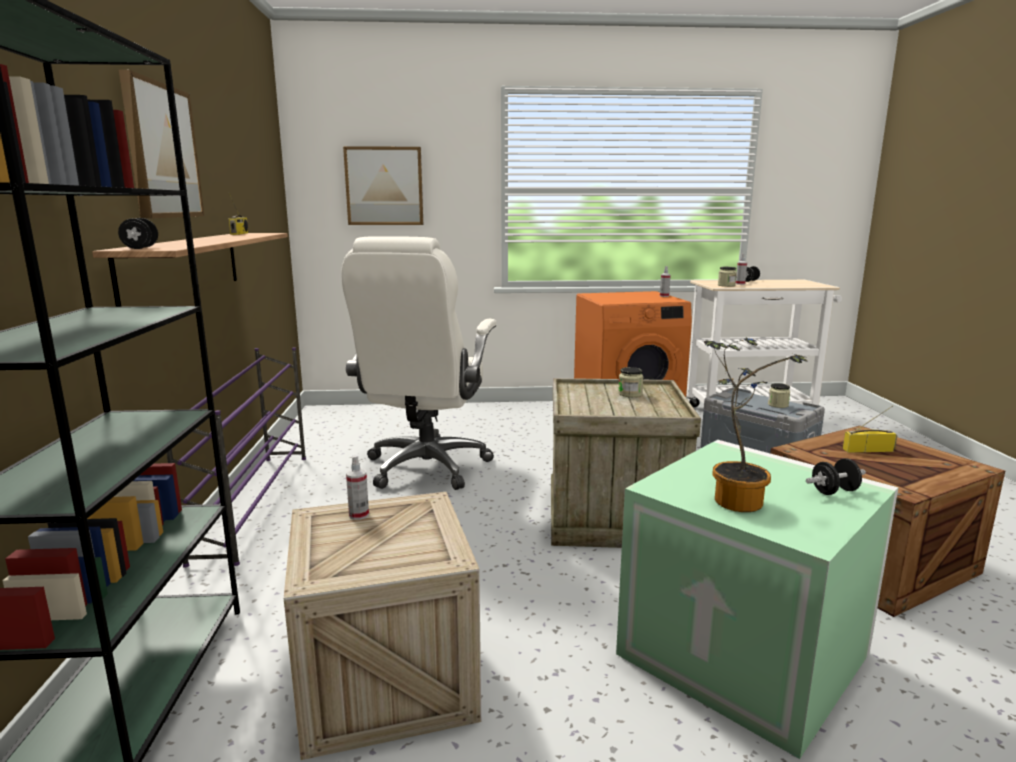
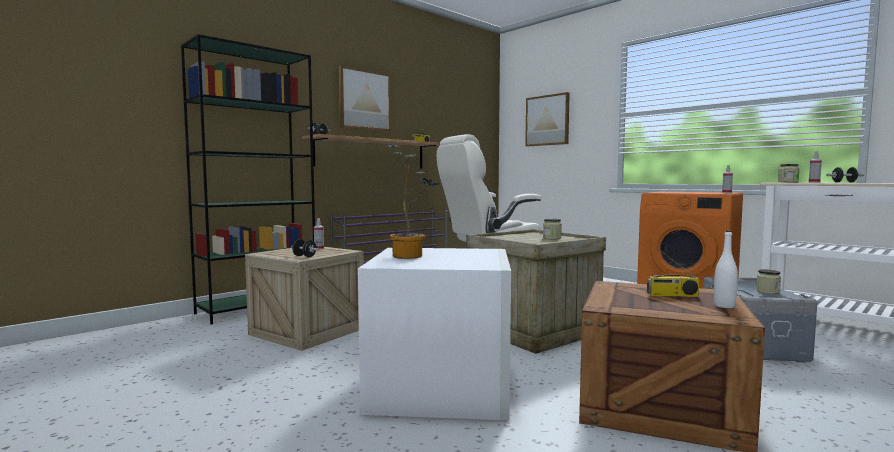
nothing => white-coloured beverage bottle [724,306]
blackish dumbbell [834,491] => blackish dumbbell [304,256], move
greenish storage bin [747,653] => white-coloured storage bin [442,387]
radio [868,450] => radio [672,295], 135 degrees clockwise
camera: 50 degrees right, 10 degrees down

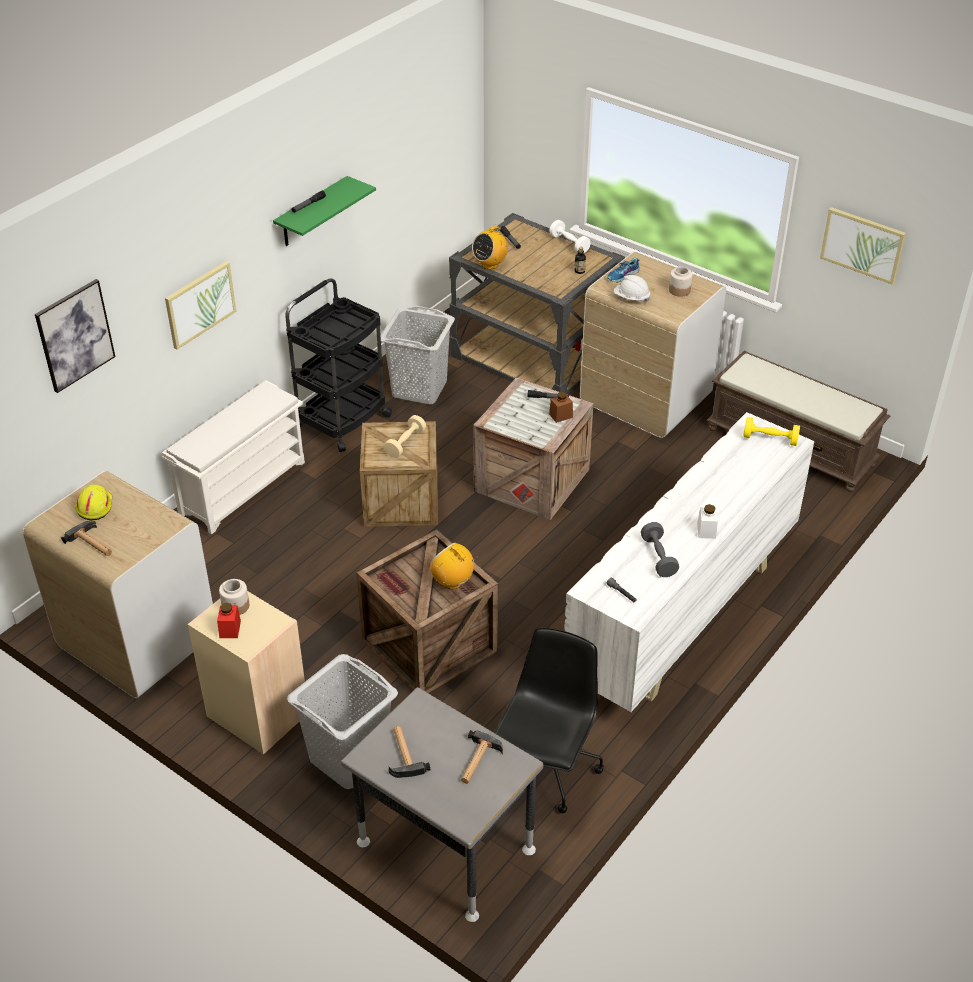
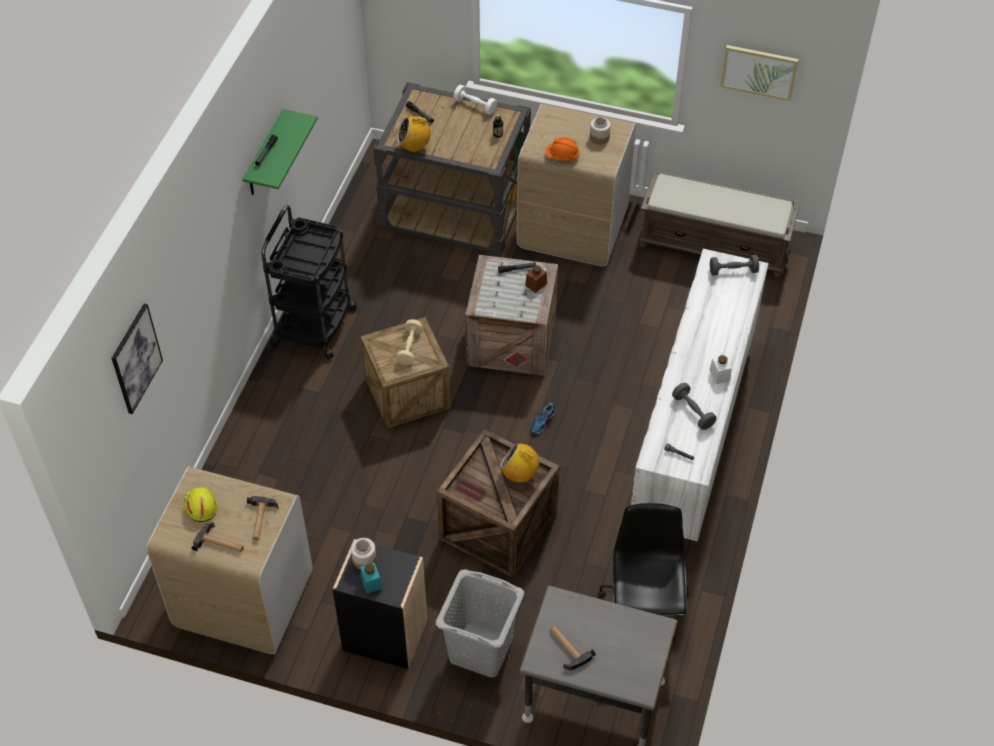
white-coloured shoe rack [243,487] => nothing
wall art [200,304] => nothing
gray laundry basket [420,388] => nothing
hand hammer [477,762] => hand hammer [260,520], move
shoe [623,275] => shoe [543,421], move
sand-coloured bookshelf [256,714] => blackish bookshelf [384,635]
red-coloured jar [230,629] => blue-green jar [371,583]
white-coloured work helmet [631,298] => orangey work helmet [562,156]
yellowish dumbbell [770,439] => gray dumbbell [733,271]
radio [490,264] => radio [414,146], 60 degrees clockwise
camera: 20 degrees left, 10 degrees up

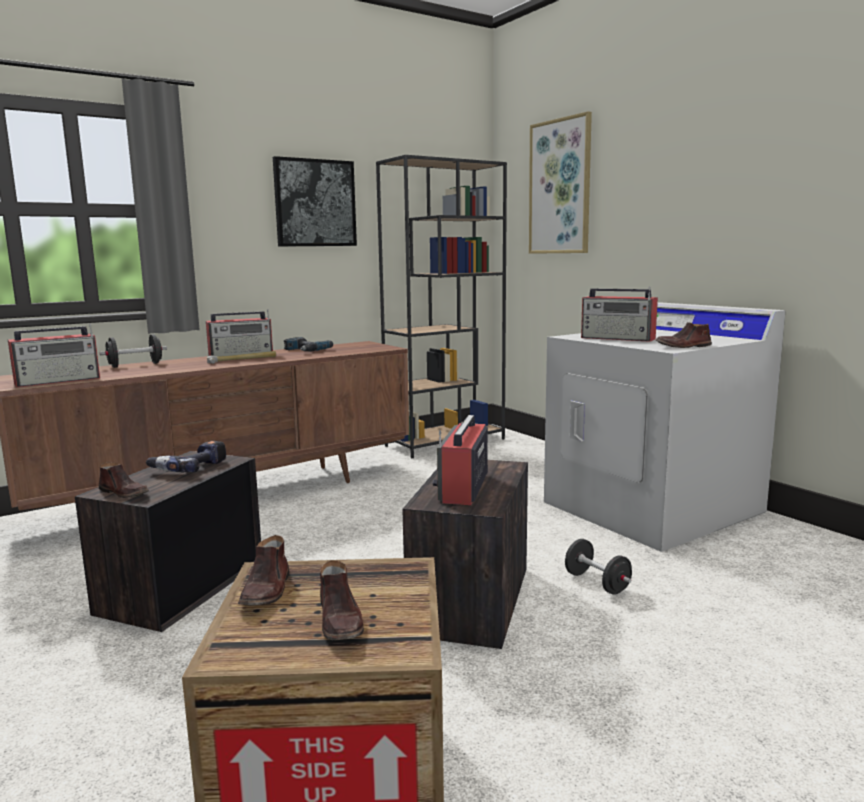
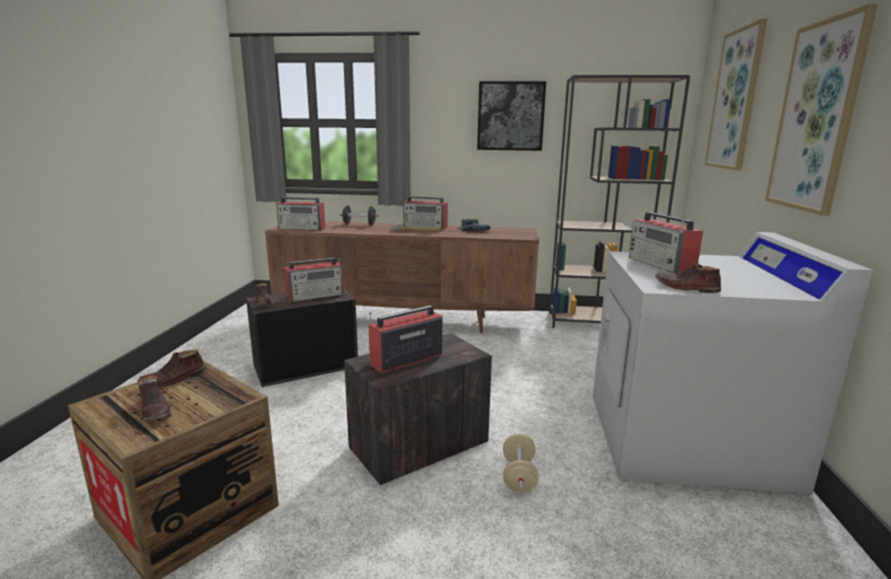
nothing => wall art [817,117]
power drill [189,467] => radio [316,296]
blackish dumbbell [597,583] => sand-coloured dumbbell [519,476]
brown shoe [340,621] => brown shoe [155,410], 60 degrees counterclockwise
camera: 40 degrees right, 5 degrees up

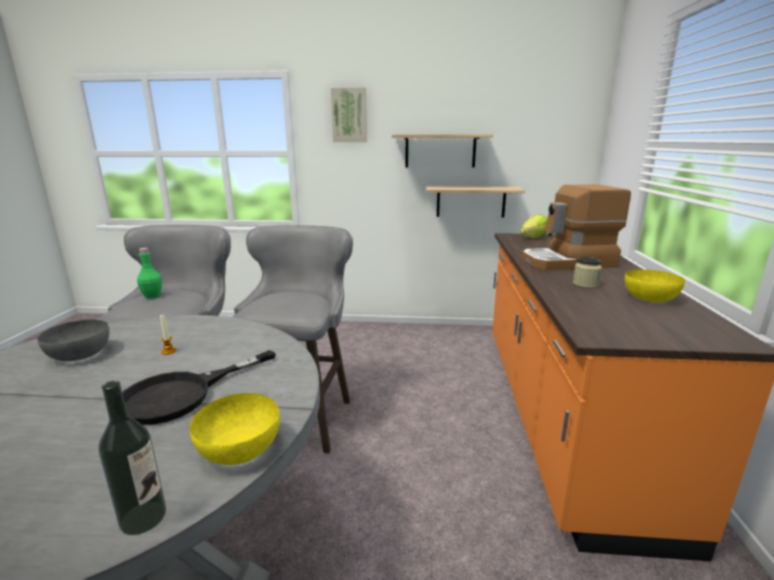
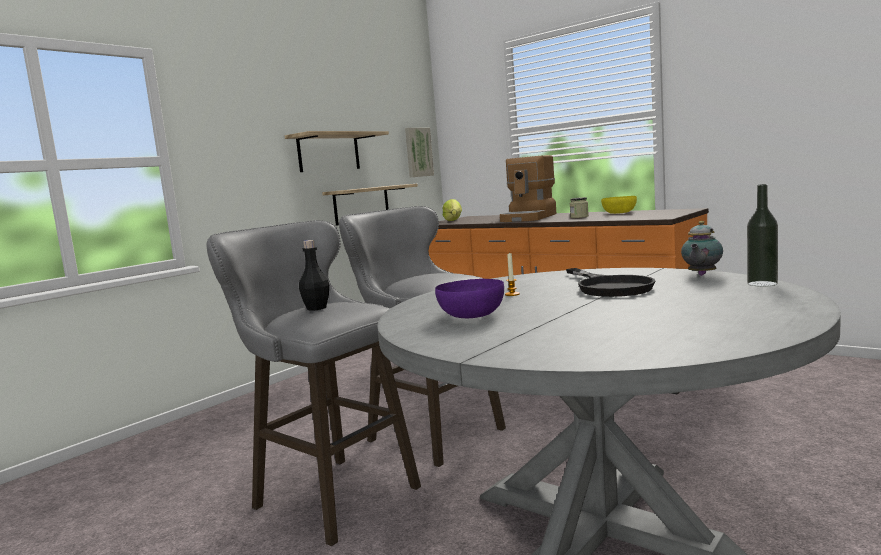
wall art [349,115] => wall art [418,152], move
yellowish bowl [241,448] => pot for tea [701,275]
gray bowl [79,354] => purple-coloured bowl [471,315]
greenish beverage bottle [152,296] => blackish beverage bottle [316,308]
camera: 55 degrees left, 10 degrees down

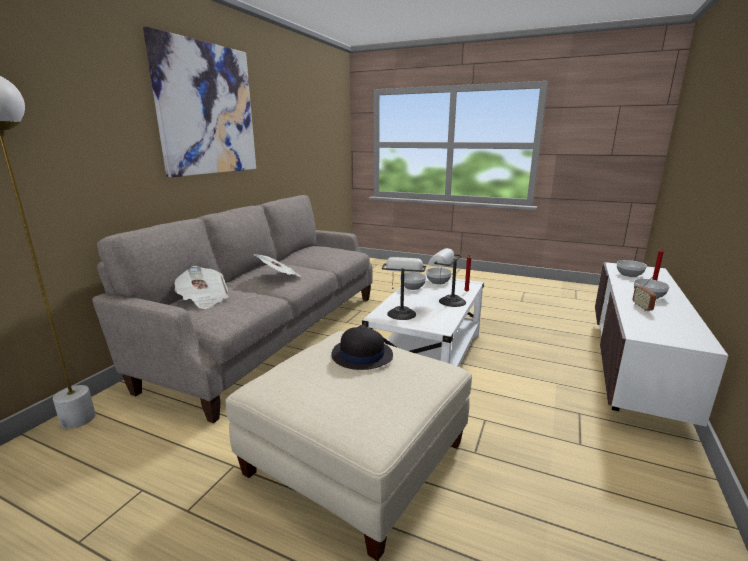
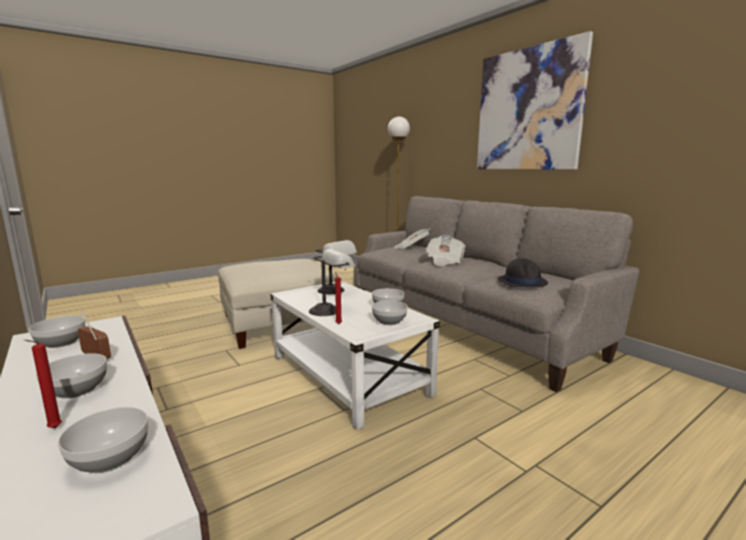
nothing => bowl [62,342]
blackish clothing hat [361,355] => blackish clothing hat [522,282], move
camera: 120 degrees right, 5 degrees down

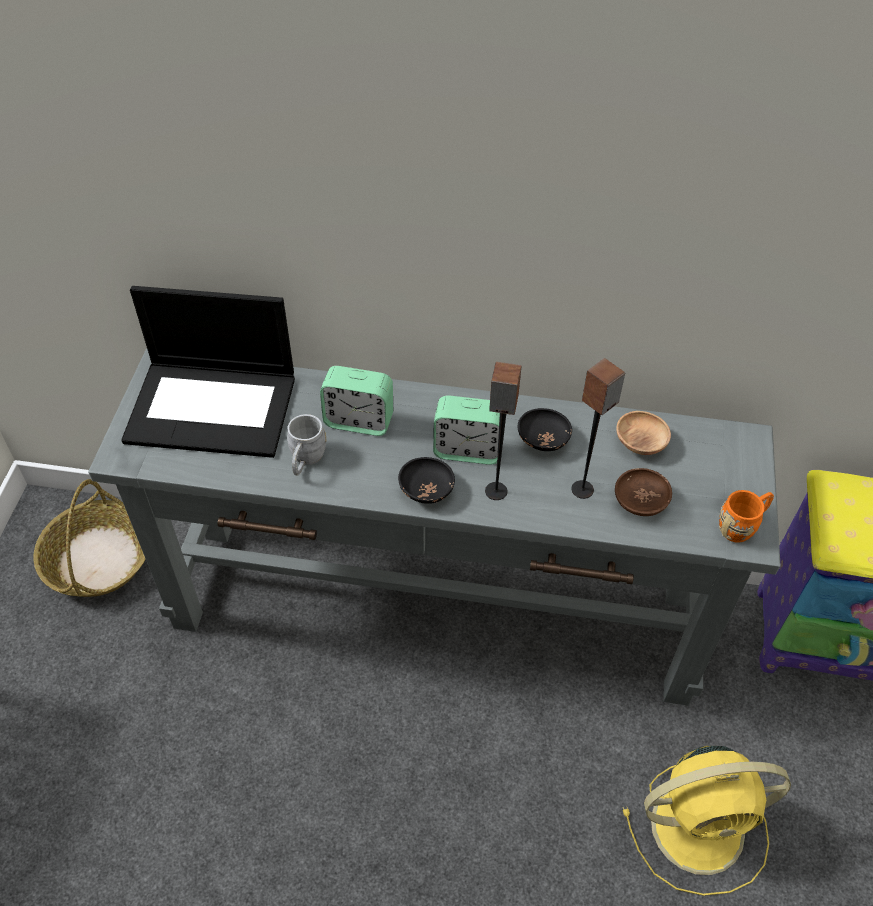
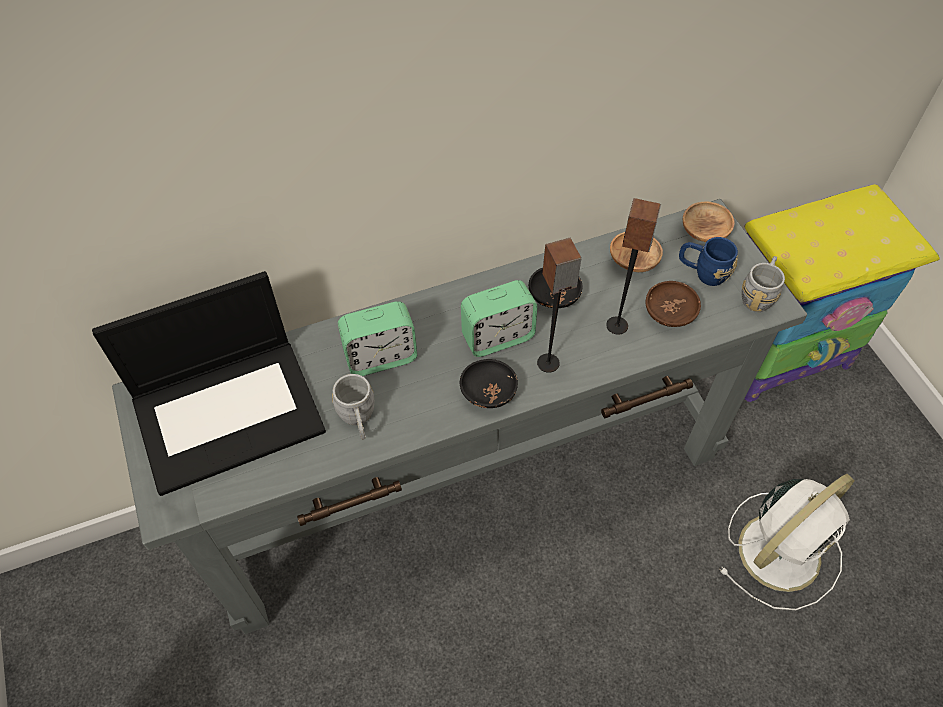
basket [98,558] => nothing
nothing => blue-coloured tea mug [703,272]
nothing => brown bowl [704,232]
yellowish electric fan [701,826] => white-coloured electric fan [782,549]
orangey tea mug [742,526] => gray tea mug [758,295]
camera: 30 degrees left, 5 degrees up

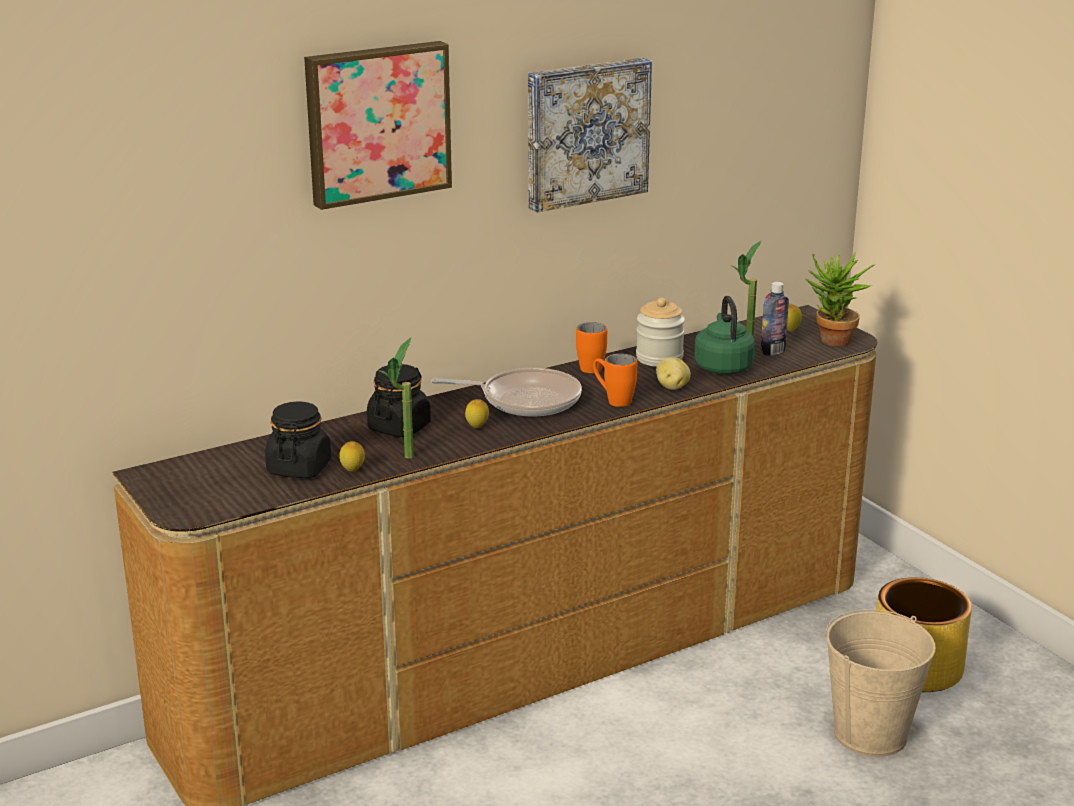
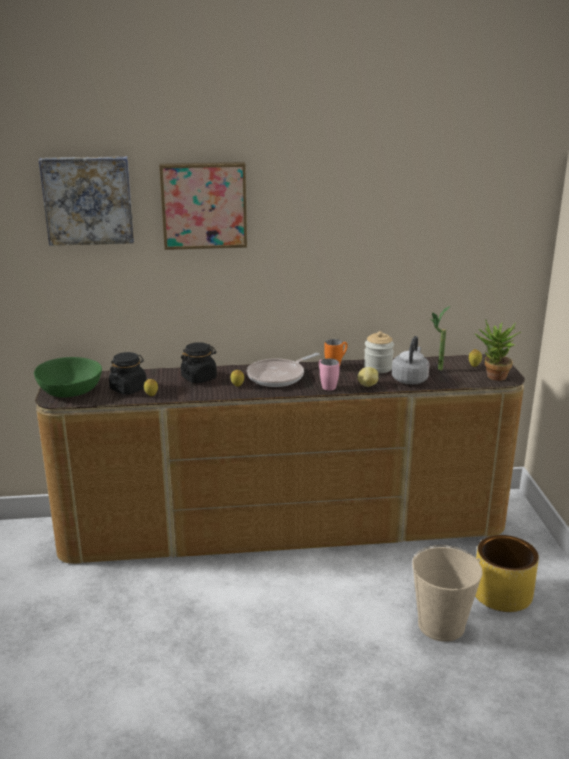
potted plant [403,460] => nothing
beverage bottle [772,352] => nothing
nothing => greenish bowl [70,390]
wall art [585,132] => wall art [88,200], move
orangey tea mug [613,400] => pinkish tea mug [326,386]
greenish kettle [722,366] => gray kettle [410,379]
skillet [525,400] => skillet [279,376], 105 degrees clockwise
camera: 25 degrees right, 0 degrees up

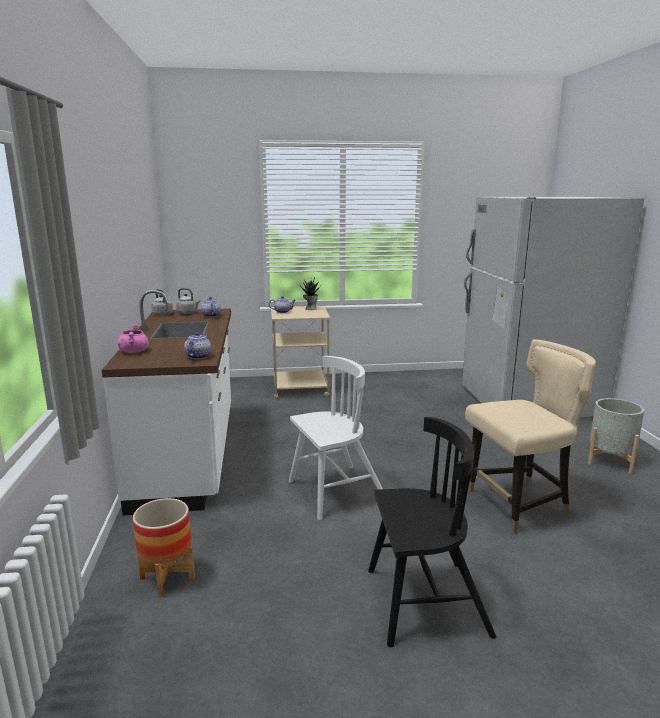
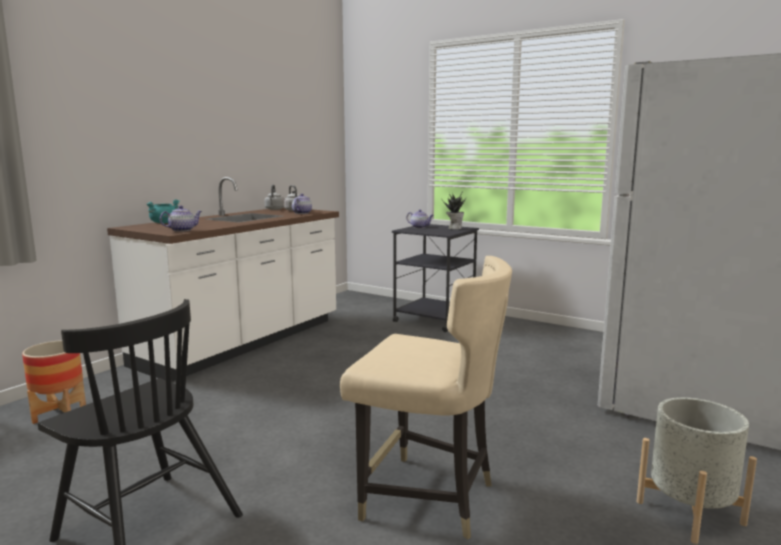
white-coloured upright chair [331,492] => nothing
pinkish cooking pot [134,351] => blue-green cooking pot [164,223]
sand-coloured wheeled cart [301,388] => blackish wheeled cart [435,319]
camera: 40 degrees right, 5 degrees down

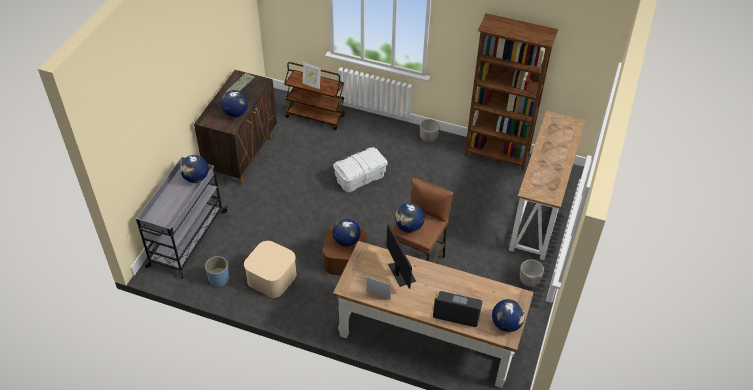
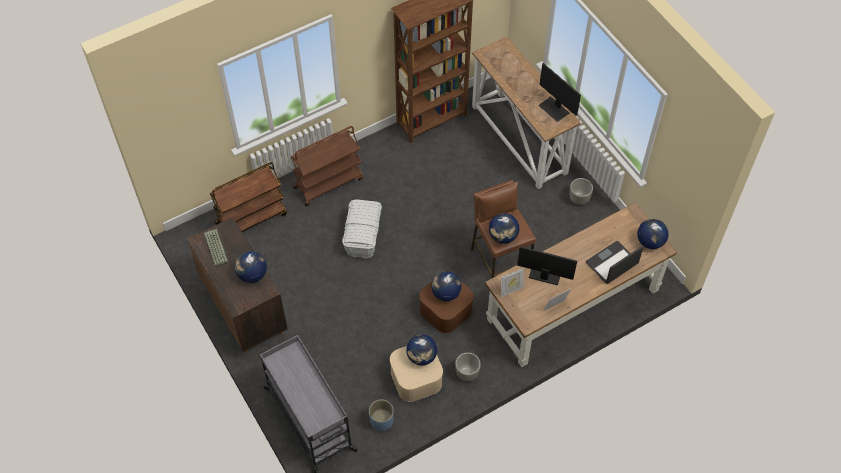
nothing => brown wheeled cart [329,182]
nothing => monitor [554,109]
globe [196,178] => globe [421,357], move
picture frame [312,85] => picture frame [511,290], move
plant pot [428,139] => plant pot [467,374], move
camera: 50 degrees left, 10 degrees up

